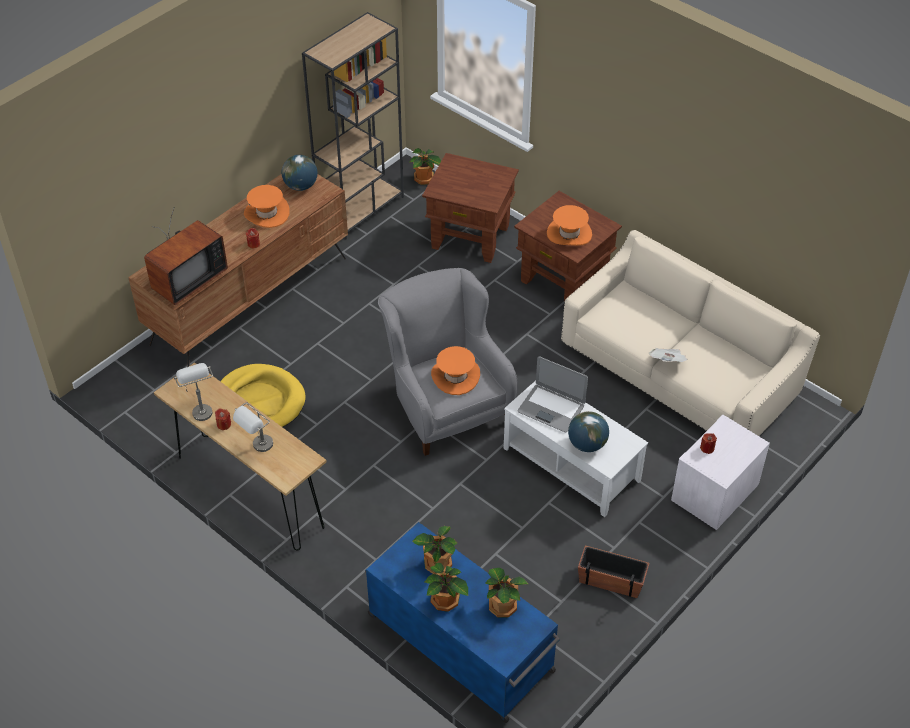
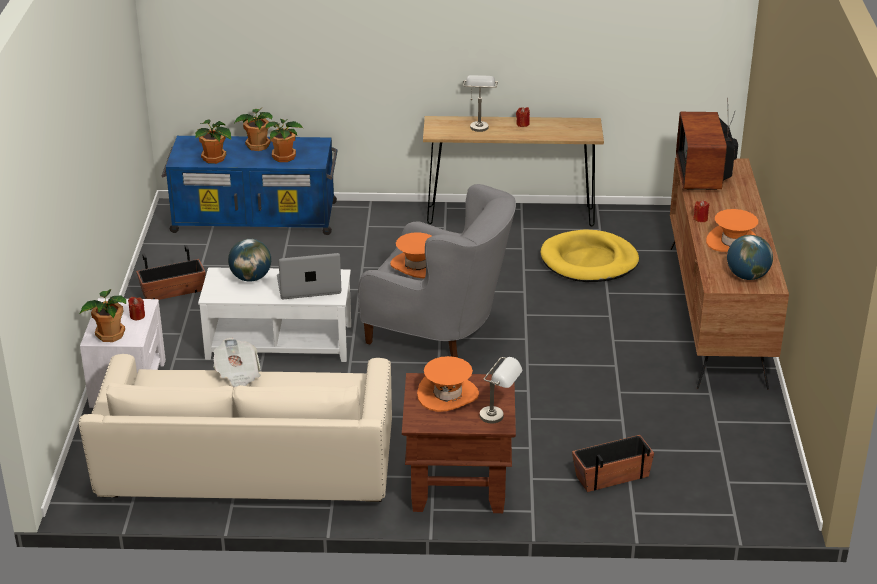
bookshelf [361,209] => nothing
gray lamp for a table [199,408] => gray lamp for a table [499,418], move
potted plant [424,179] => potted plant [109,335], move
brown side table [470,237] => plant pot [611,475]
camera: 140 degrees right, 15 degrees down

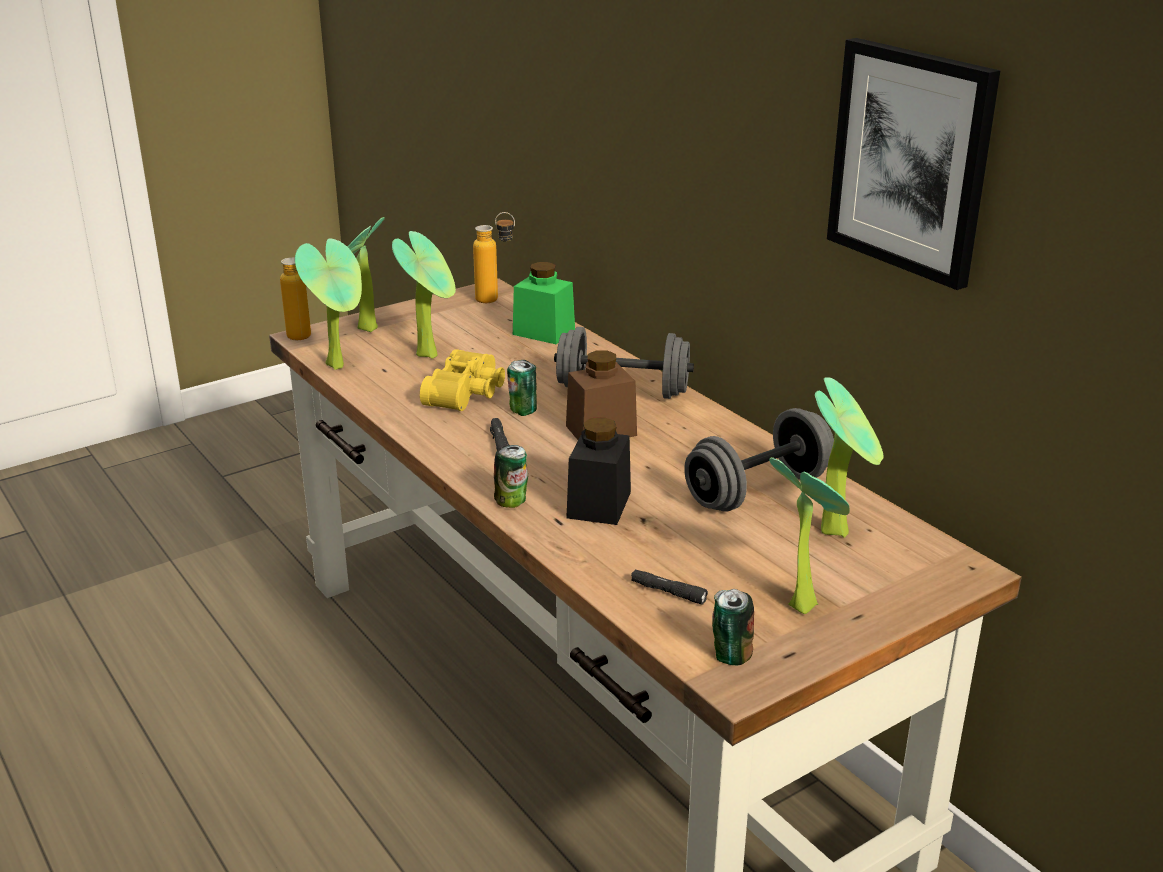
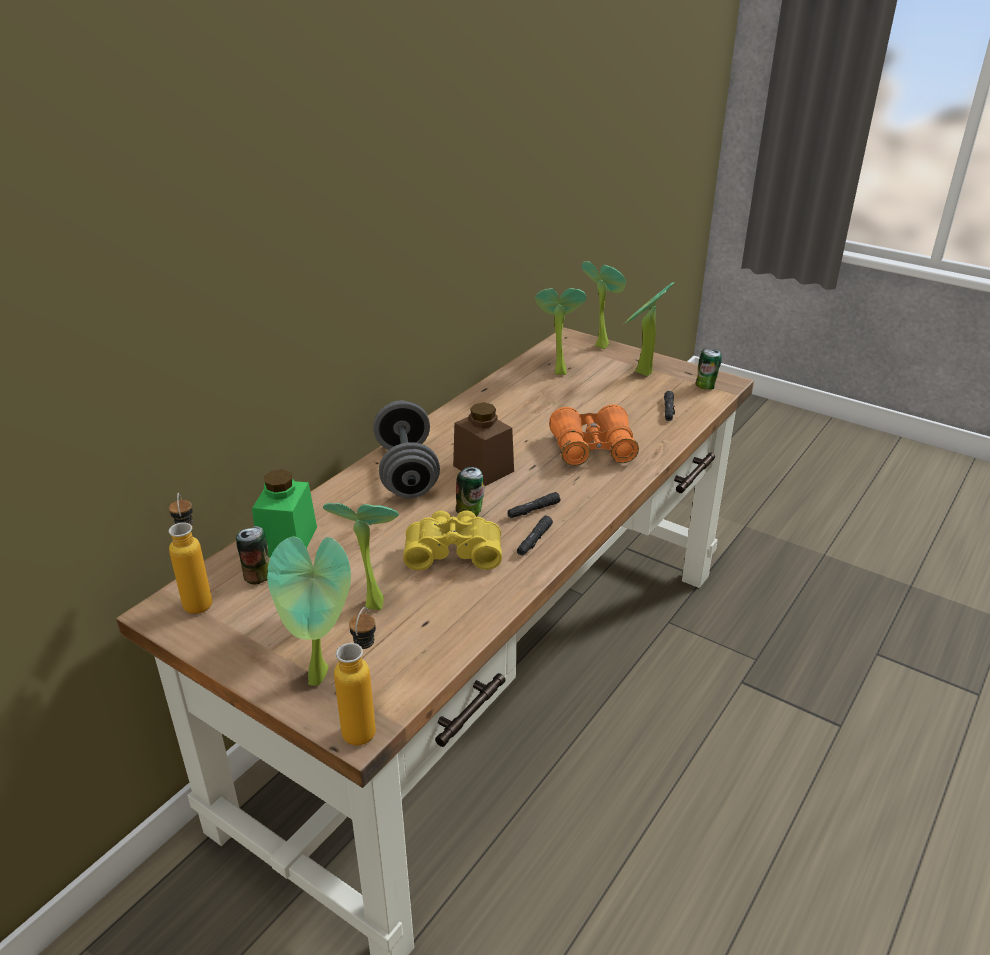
gray dumbbell [757,491] => nothing
wall art [911,160] => nothing
nothing => blackish flashlight [534,540]
potted plant [340,365] => potted plant [600,344], move
metal can [512,502] => metal can [258,576], move
blackish jar [599,505] => orangey field glasses [592,449]
camera: 110 degrees left, 5 degrees up

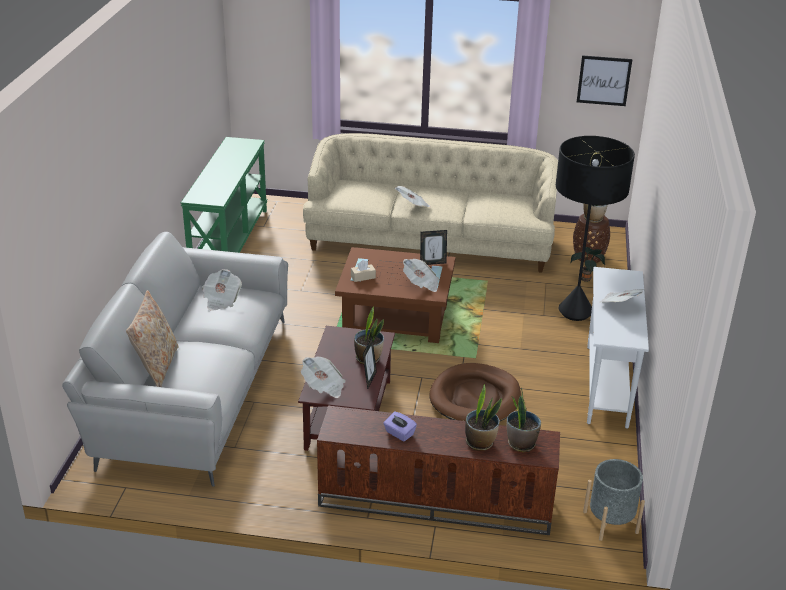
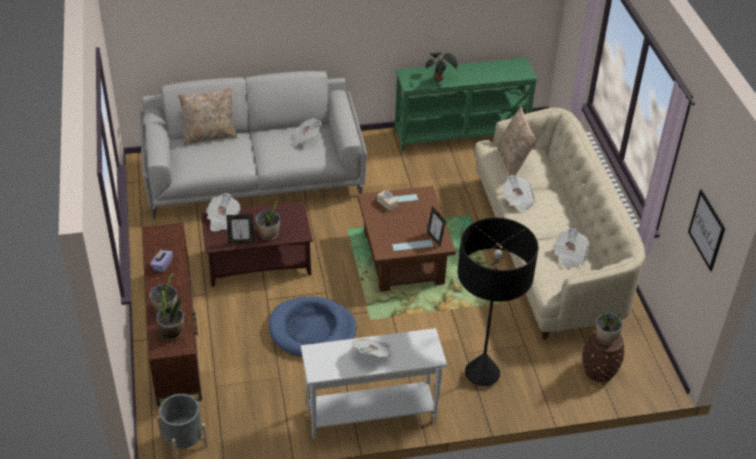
nothing => sand-coloured cushion [513,162]
printed paper [421,284] => printed paper [569,256], move
potted plant [586,279] => potted plant [439,79], move
brown dog bed [475,398] => blue-coloured dog bed [312,330]
camera: 70 degrees right, 10 degrees up

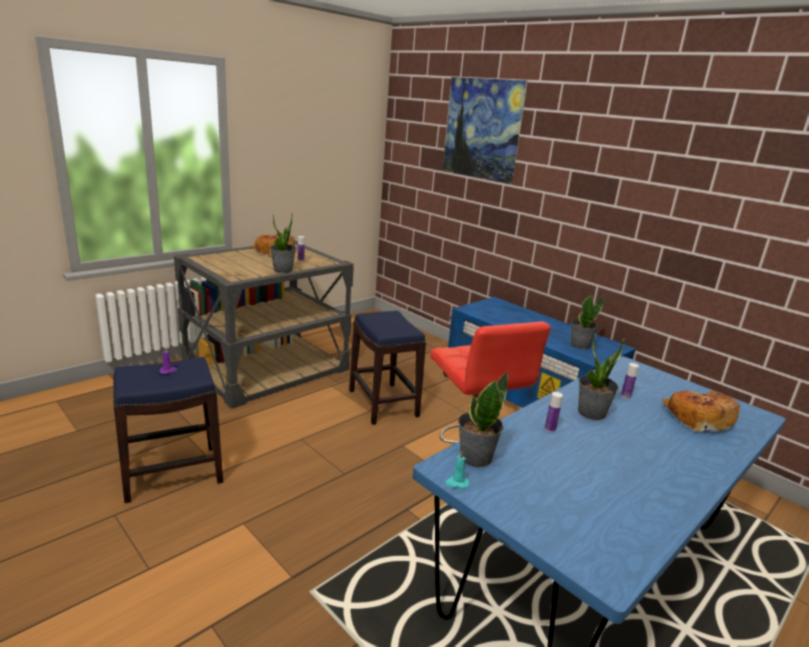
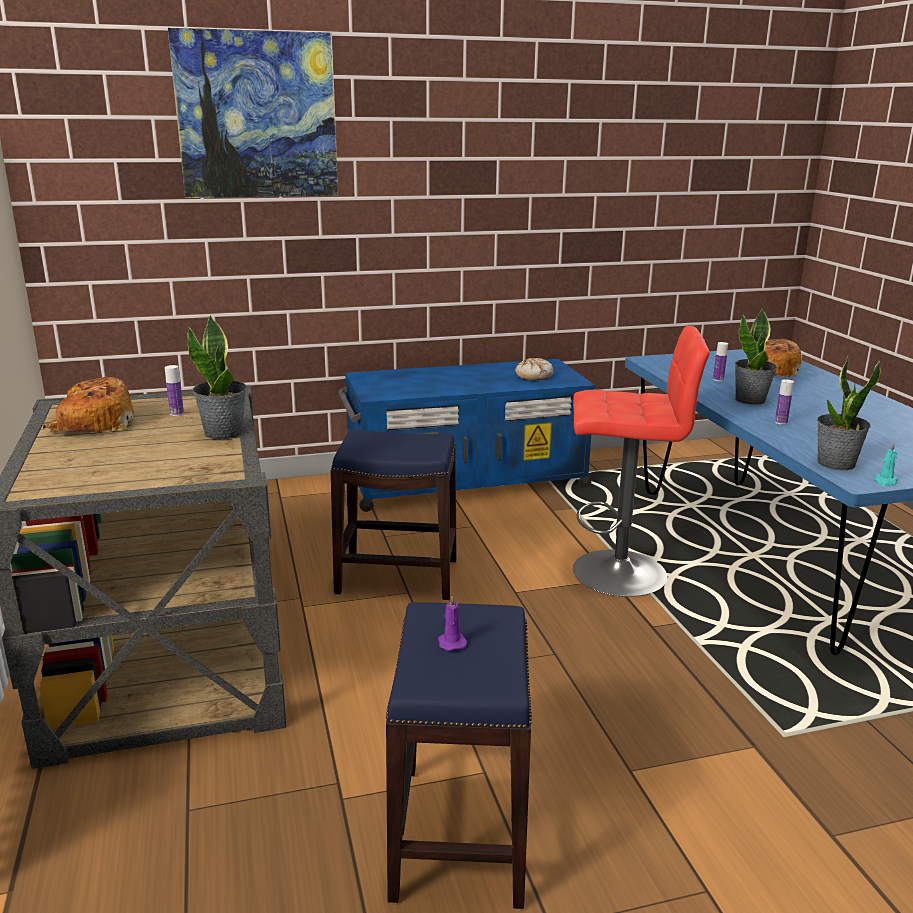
potted plant [579,345] => bakery bread [534,376]
camera: 60 degrees left, 0 degrees up

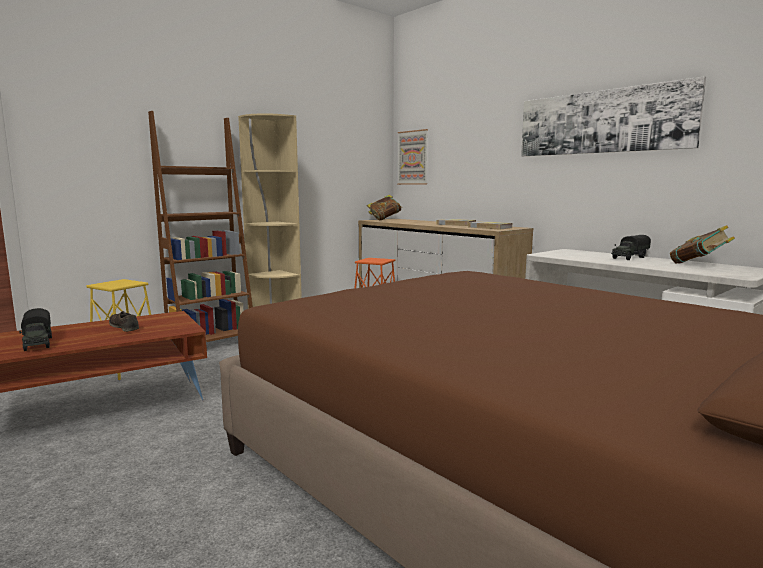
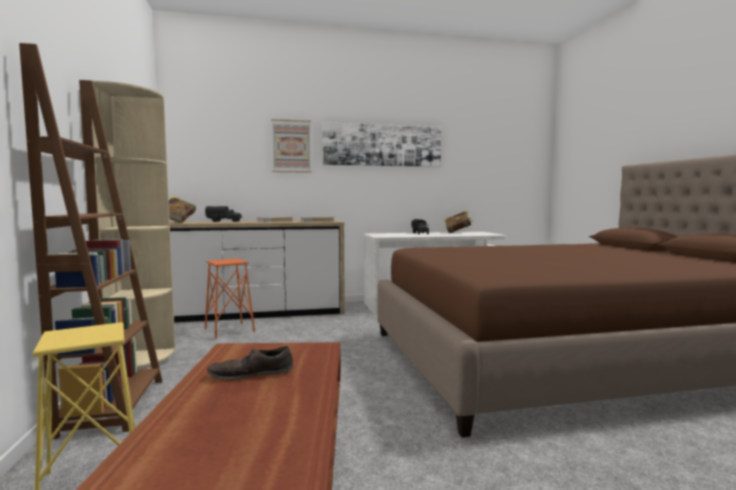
toy lorry [37,343] => toy lorry [224,221], move
wall art [413,157] => wall art [291,146], move
camera: 60 degrees left, 5 degrees down

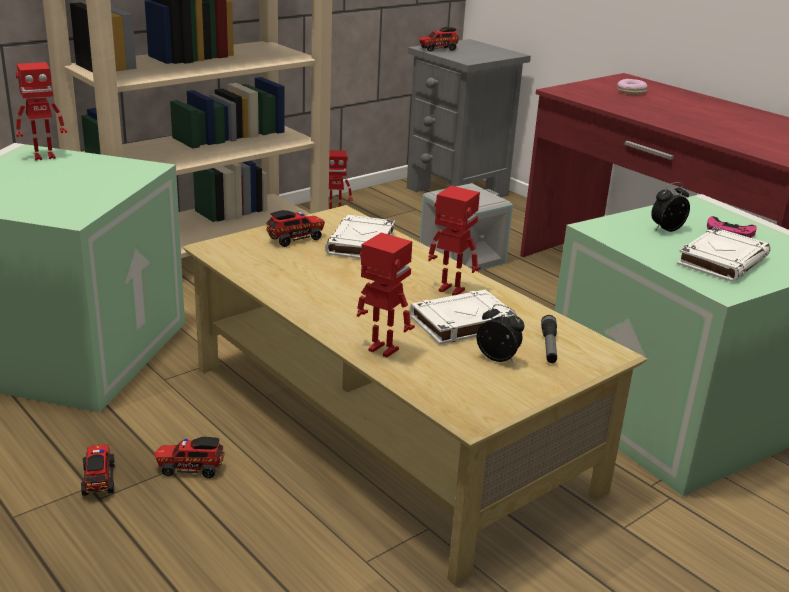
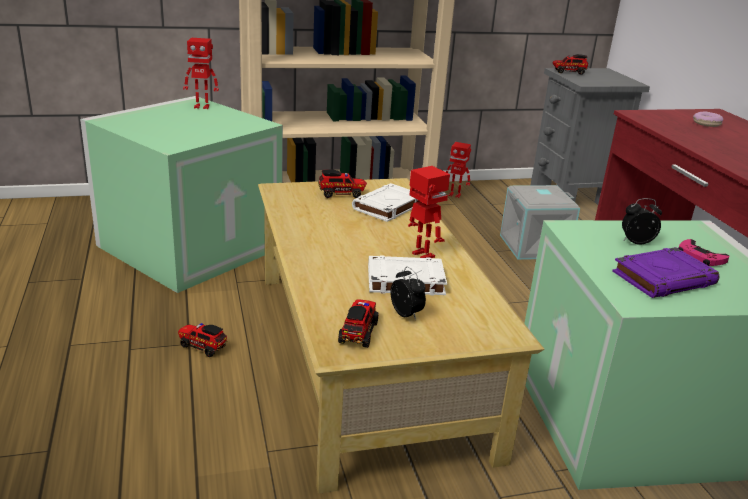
robot figure [382,350] => nothing
flashlight [549,346] => nothing
toy lorry [99,479] => toy lorry [358,332], move
white-coloured volume [722,261] => purple-coloured volume [663,278]
camera: 25 degrees right, 0 degrees up

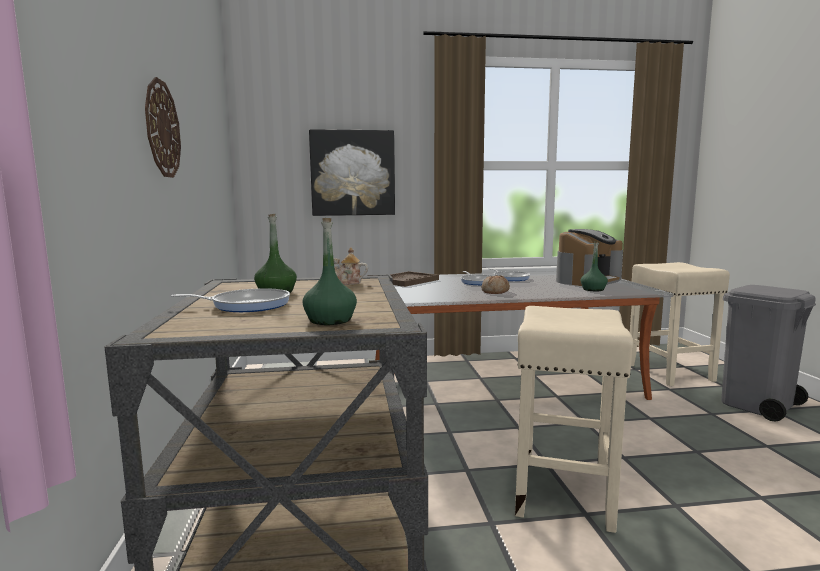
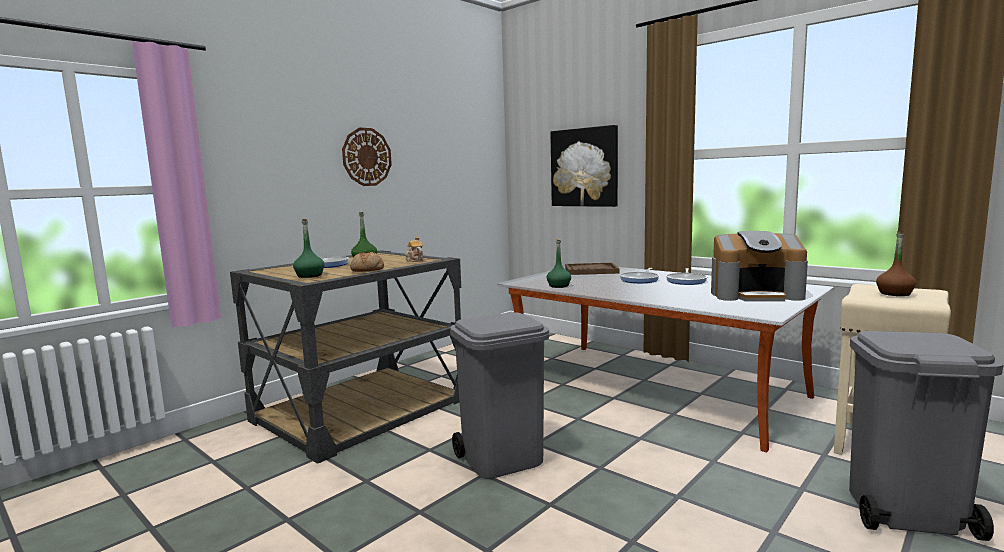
nothing => brown beverage bottle [894,293]
bakery bread [496,292] => bakery bread [367,270], move
greenish beverage bottle [593,289] => greenish beverage bottle [559,286], move
sand-coloured sitting stool [563,491] => gray trash can [503,459]
camera: 50 degrees right, 0 degrees up

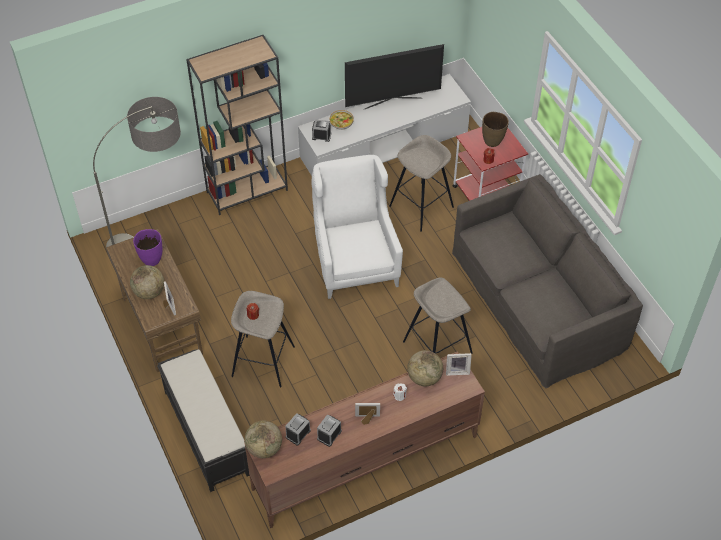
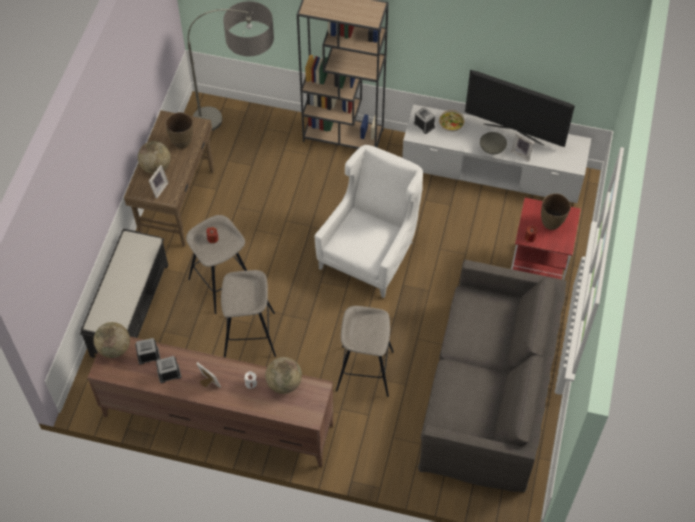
nothing => gray bowl [492,148]
gray sitting stool [421,206] => gray sitting stool [249,336], move
picture frame [457,370] => picture frame [522,153], move
purple-coloured flower vase [151,259] => brown flower vase [182,142]
camera: 40 degrees right, 5 degrees up

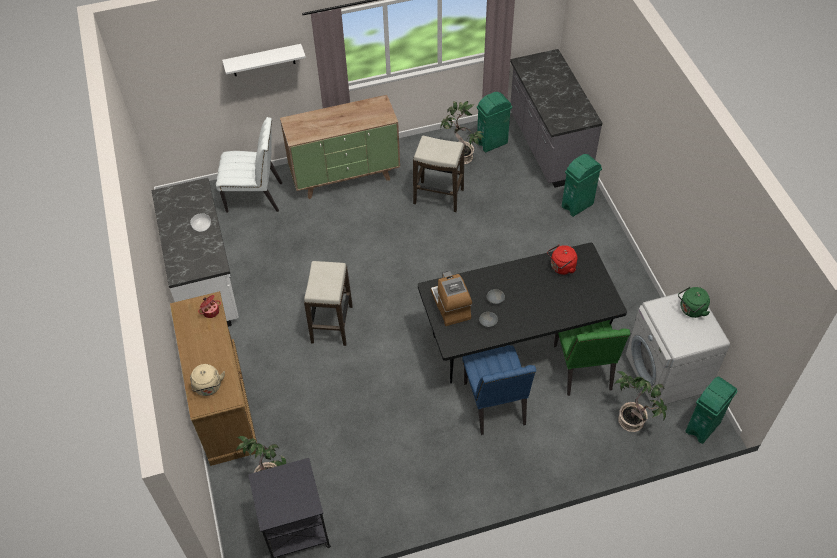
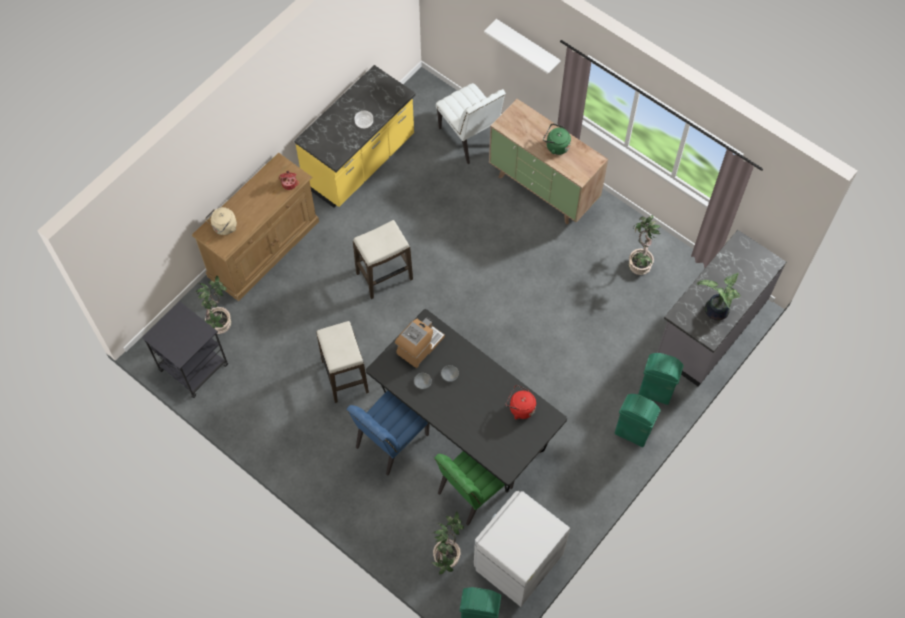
nothing => potted plant [715,311]
sitting stool [438,196] => sitting stool [345,376], move
greenish trash can [492,143] => greenish trash can [632,433], move
greenish kettle [691,310] => greenish kettle [556,146], move
white-coloured kitchen counter [206,282] => yellowish kitchen counter [360,162]
camera: 55 degrees right, 10 degrees up

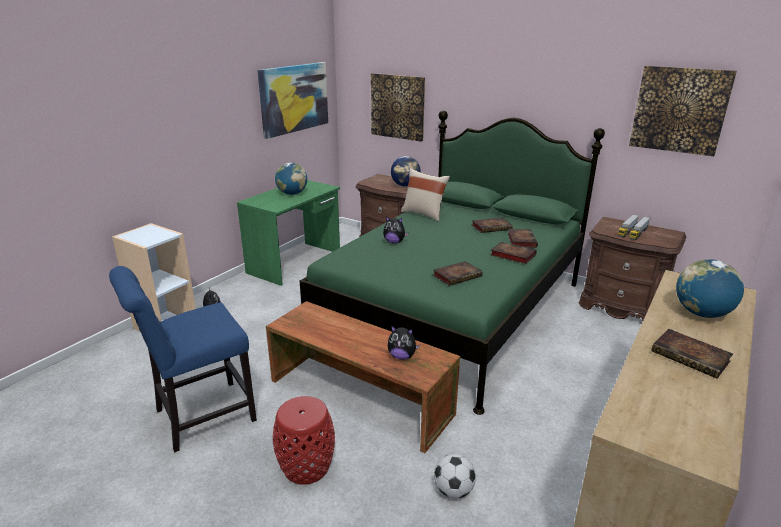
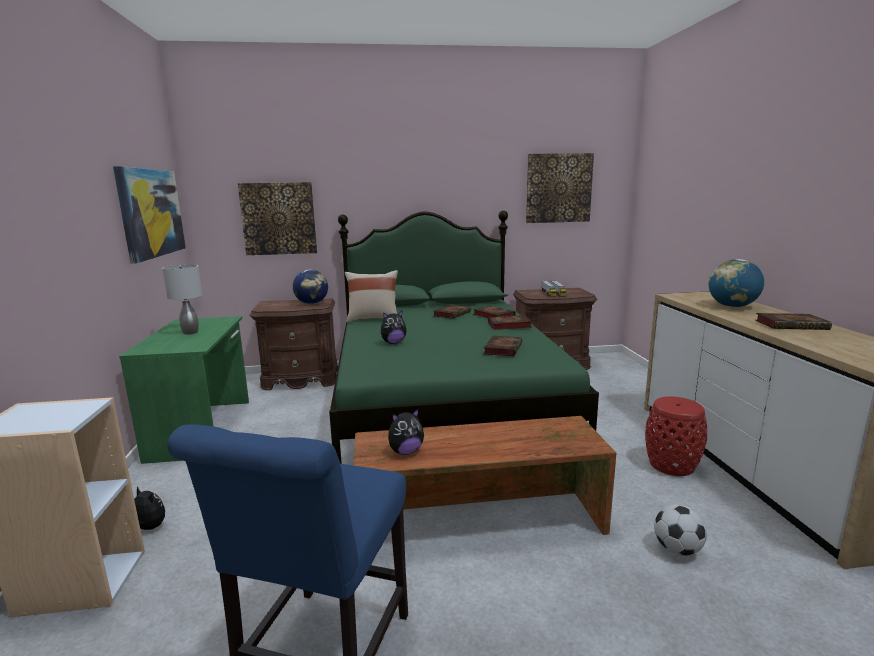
red-coloured sitting stool [306,467] => red-coloured sitting stool [671,465], move
plush toy [402,356] => plush toy [406,451], move
globe [292,194] => gray lamp for a table [191,332]
camera: 40 degrees left, 10 degrees down

